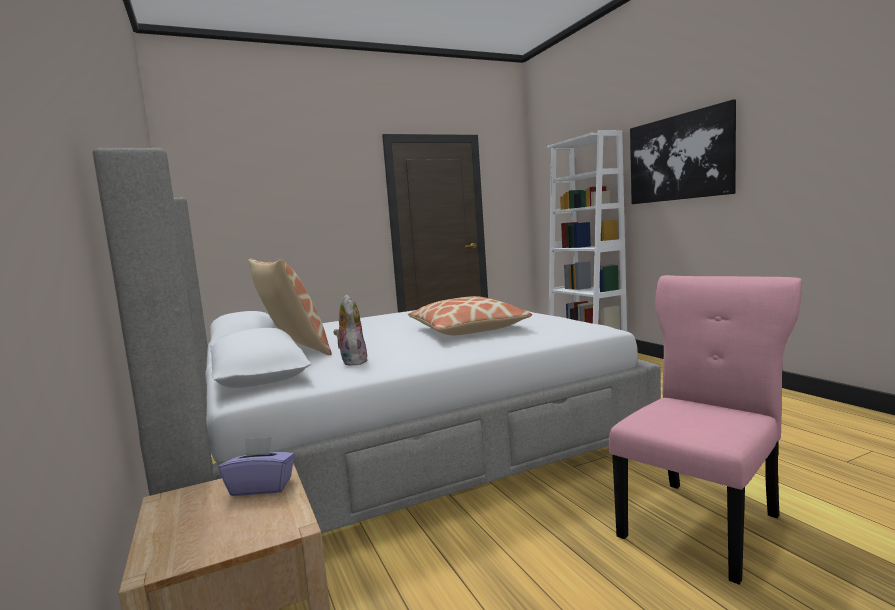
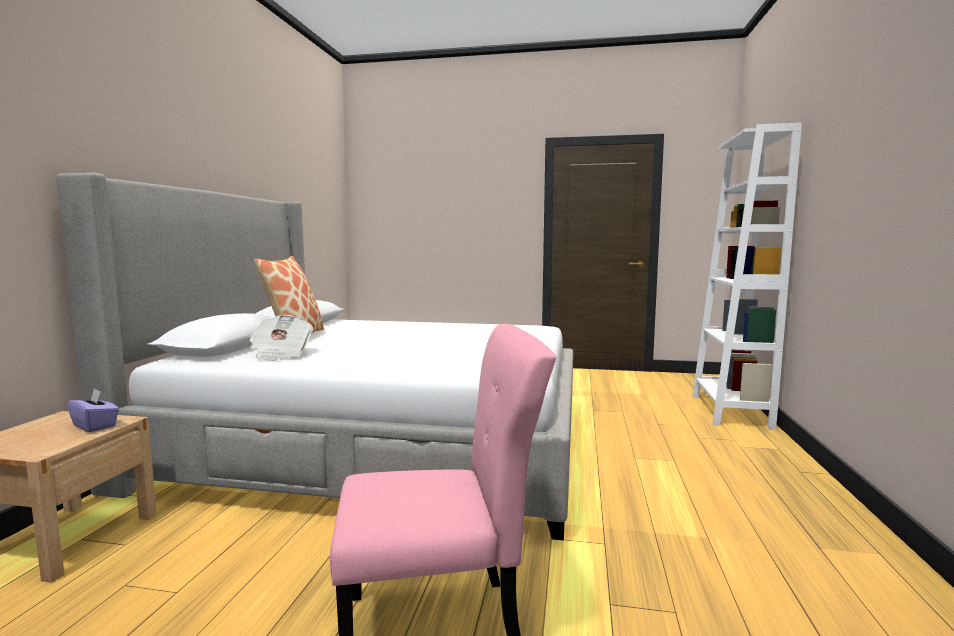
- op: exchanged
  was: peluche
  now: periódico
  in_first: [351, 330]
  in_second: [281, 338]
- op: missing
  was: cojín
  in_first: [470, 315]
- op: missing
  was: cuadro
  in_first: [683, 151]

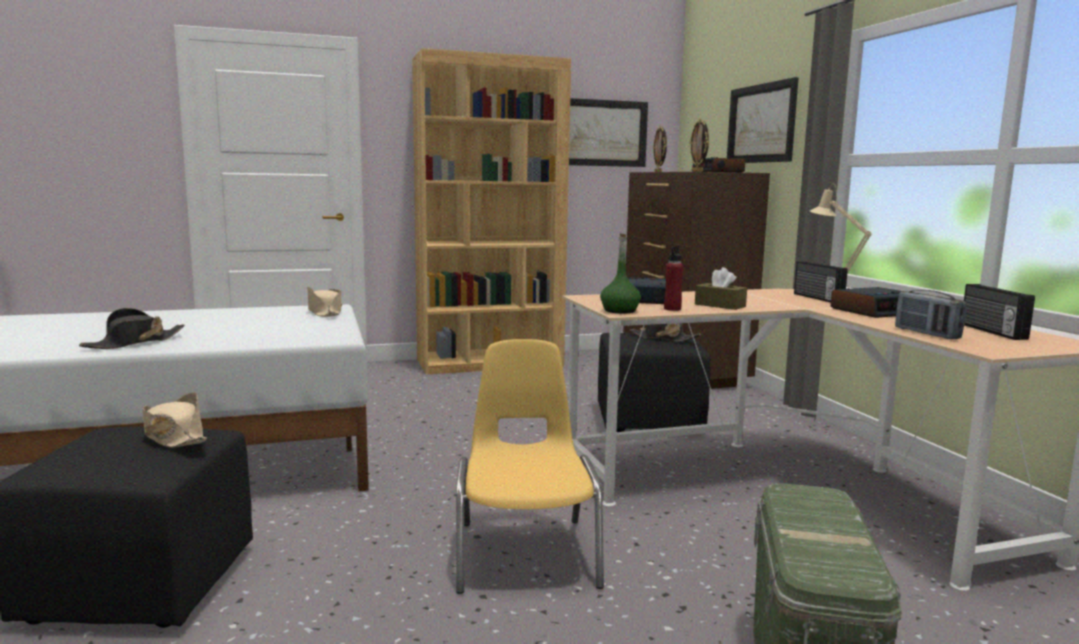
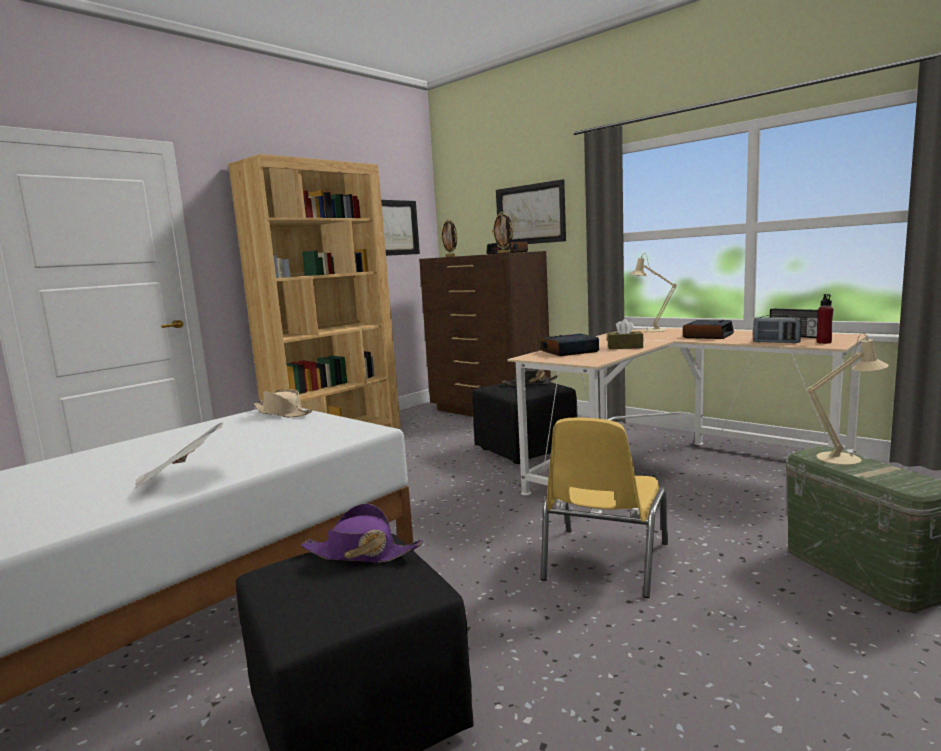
- op: exchanged
  was: sombrero [negro]
  now: periódico
  in_first: [131, 328]
  in_second: [178, 456]
- op: colour
  was: sombrero [beis]
  now: sombrero [morado]
  in_first: [174, 420]
  in_second: [362, 532]
- op: spun
  was: silla [amarillo]
  in_first: [530, 466]
  in_second: [604, 508]
  clockwise: -120
- op: missing
  was: botella [verde]
  in_first: [620, 274]
- op: relocated
  was: botella [rojo]
  in_first: [673, 278]
  in_second: [825, 319]
- op: missing
  was: radio
  in_first: [821, 281]
- op: appeared
  now: lámpara de mesa [beis]
  in_second: [848, 399]

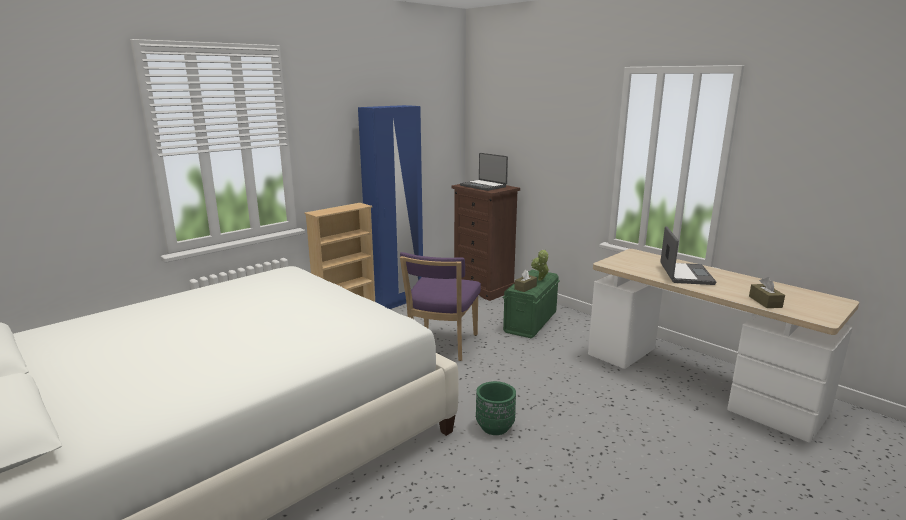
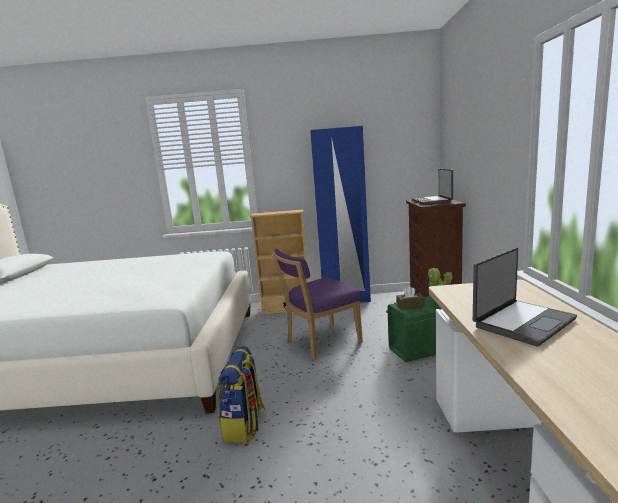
- op: exchanged
  was: maceta [verde]
  now: mochila
  in_first: [496, 408]
  in_second: [242, 394]
- op: missing
  was: caja de pañuelos [marrón]
  in_first: [767, 292]

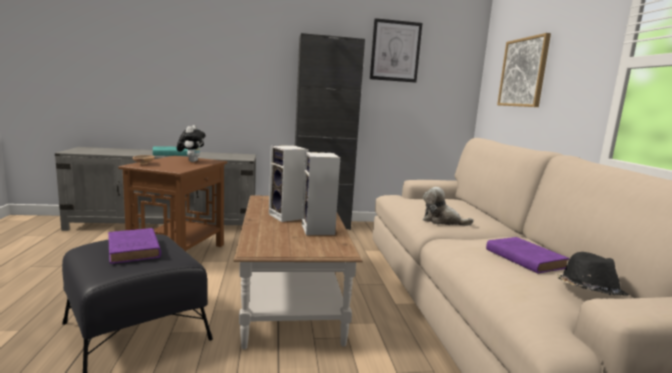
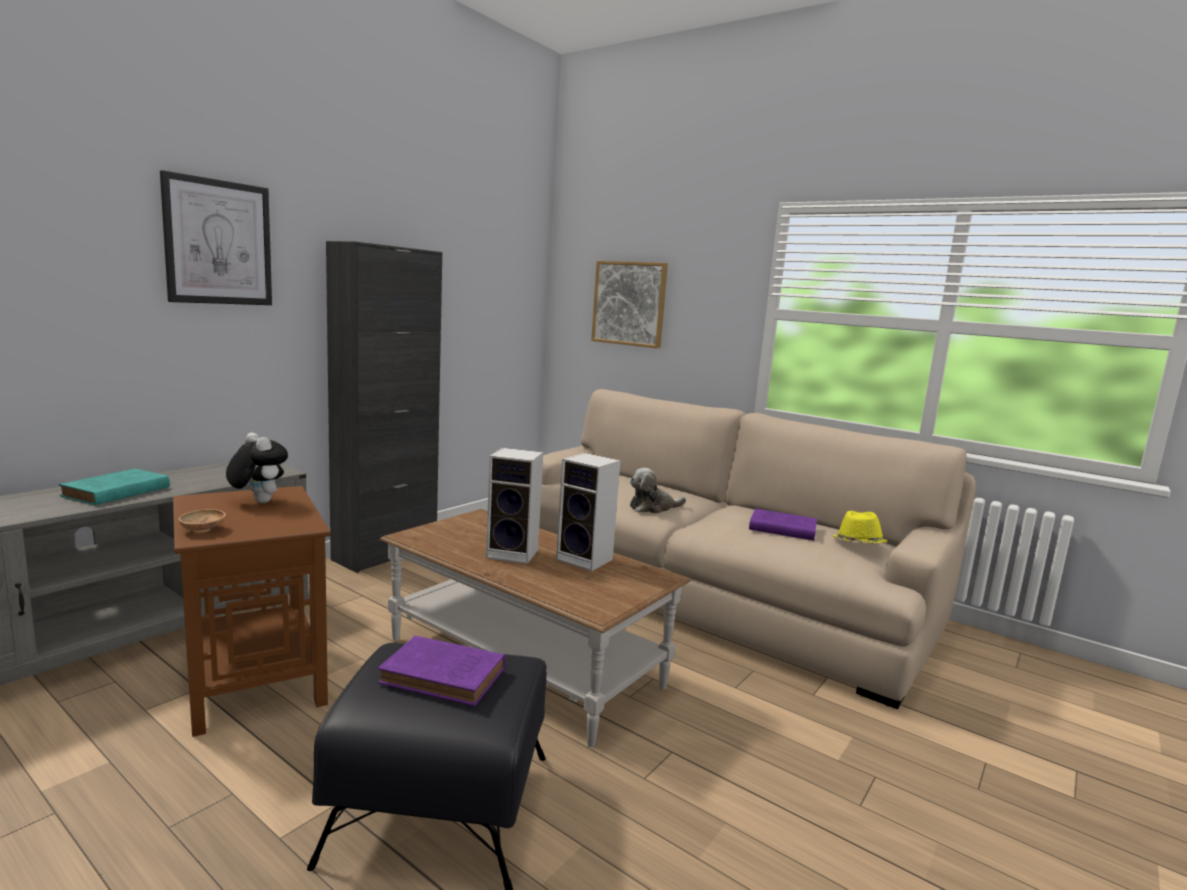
- op: relocated
  was: cuadro
  in_first: [396, 50]
  in_second: [216, 237]
- op: colour
  was: sombrero [negro]
  now: sombrero [amarillo]
  in_first: [592, 274]
  in_second: [859, 527]

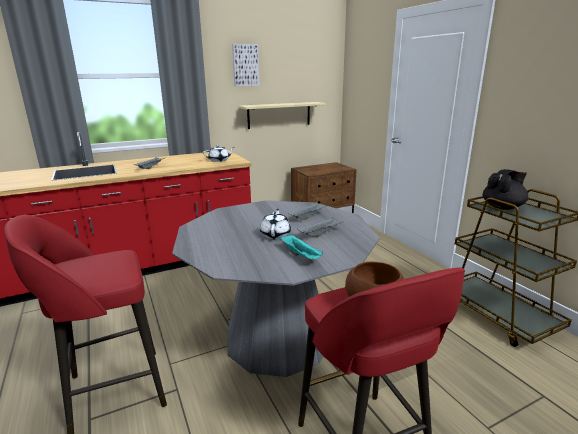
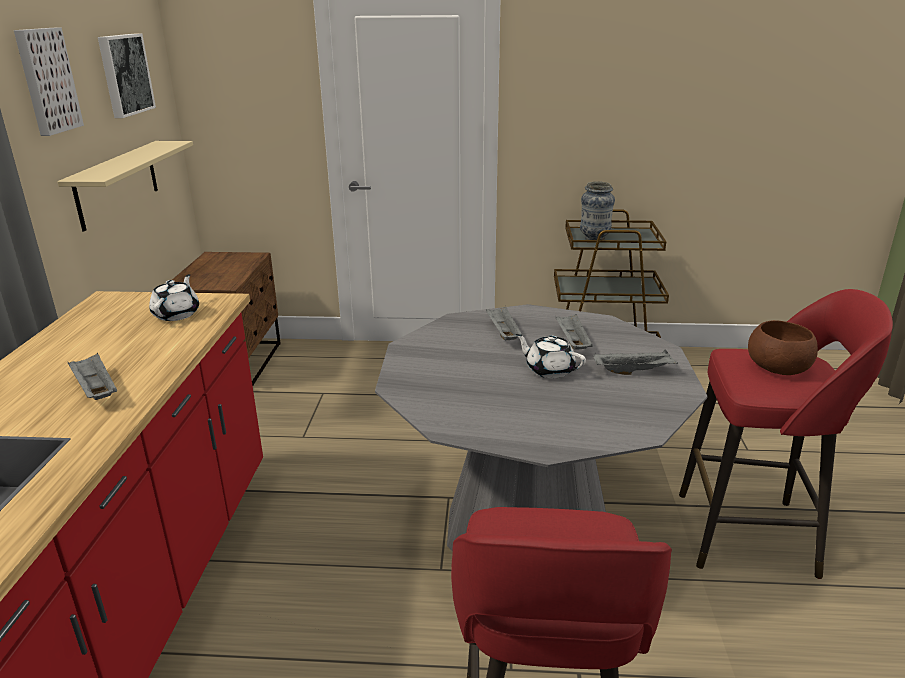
- op: colour
  was: bandeja [turquesa]
  now: bandeja [gris]
  in_first: [301, 247]
  in_second: [635, 362]
- op: exchanged
  was: tetera [negro]
  now: florero
  in_first: [505, 189]
  in_second: [597, 210]
- op: appeared
  now: cuadro
  in_second: [127, 76]

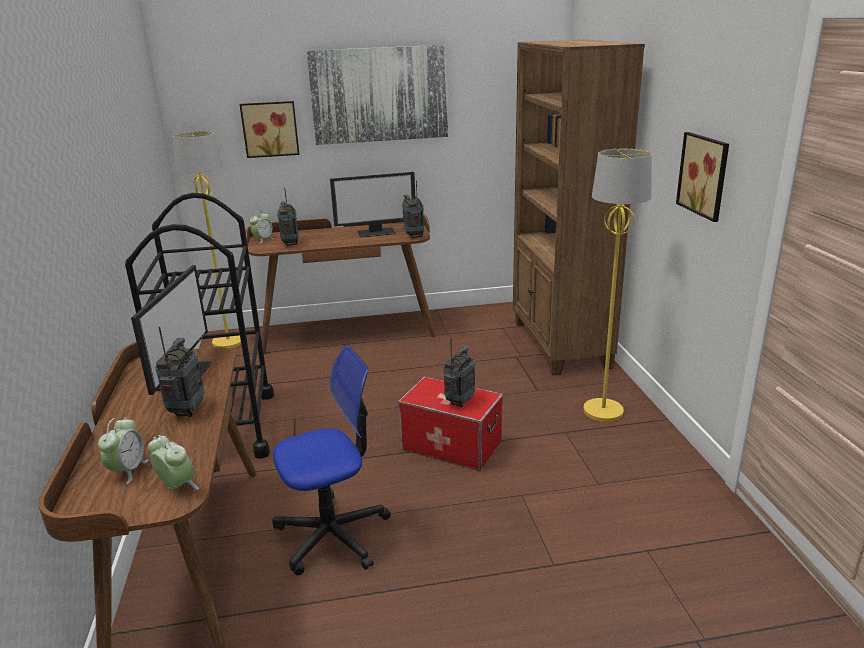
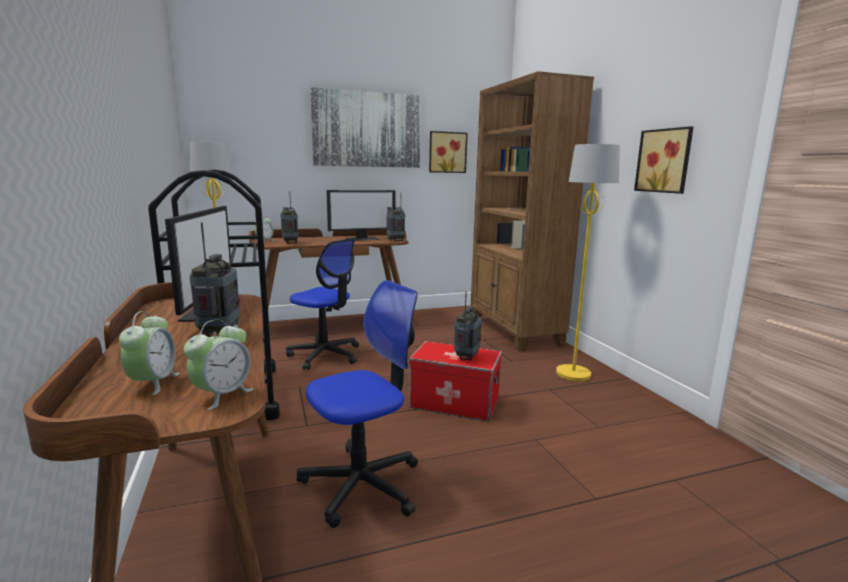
- op: spun
  was: despertador
  in_first: [173, 462]
  in_second: [219, 364]
  clockwise: 90
- op: relocated
  was: cuadro
  in_first: [270, 129]
  in_second: [448, 152]
- op: appeared
  now: silla de oficina
  in_second: [322, 304]

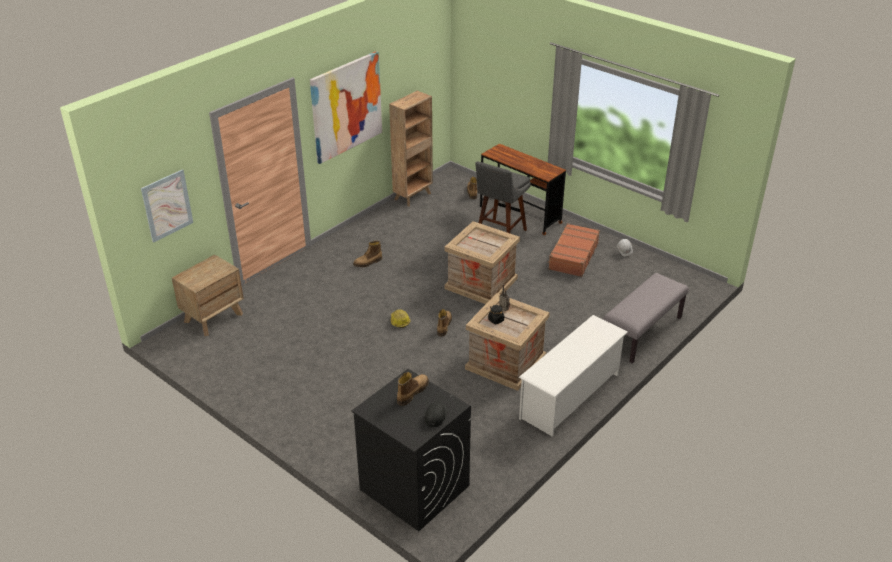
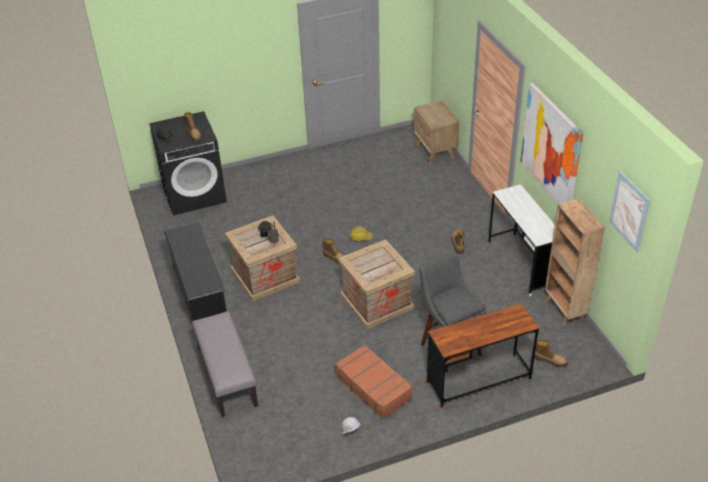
- op: relocated
  was: cuadro
  in_first: [167, 206]
  in_second: [630, 211]
- op: colour
  was: zapatero [blanco]
  now: zapatero [negro]
  in_first: [573, 376]
  in_second: [195, 272]
- op: appeared
  now: escritorio [blanco]
  in_second: [521, 240]

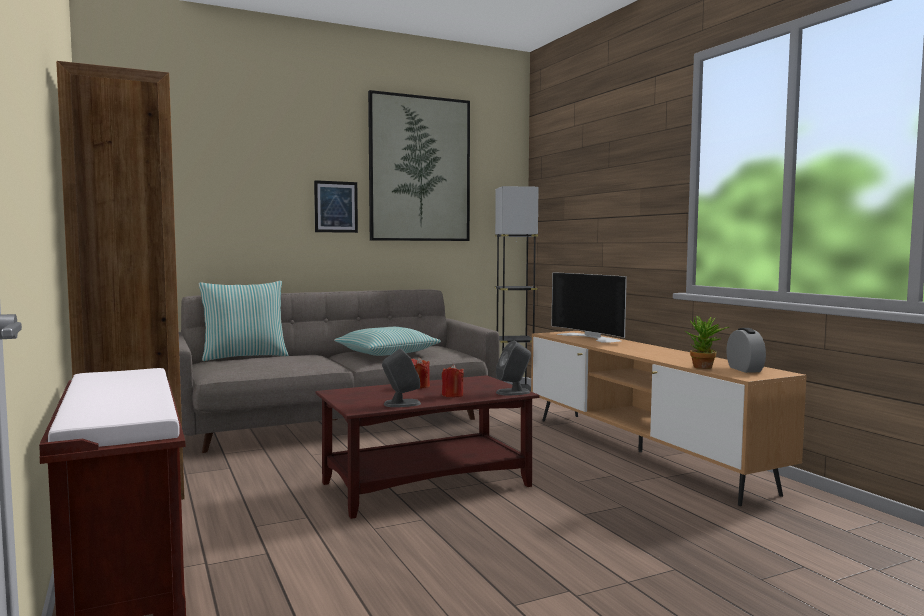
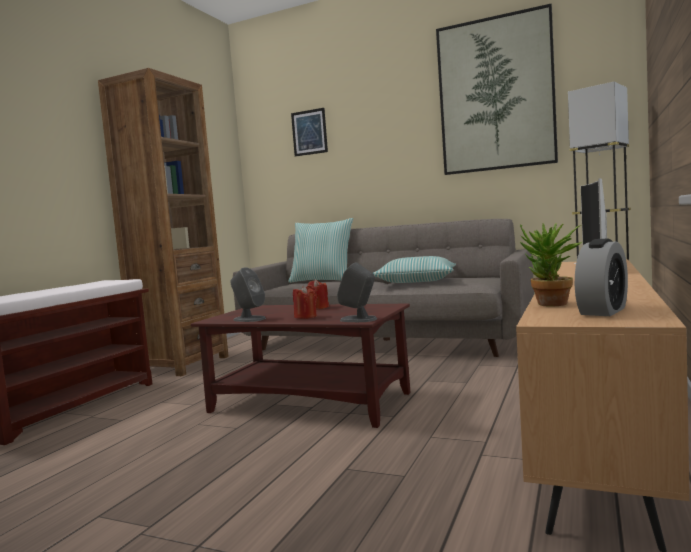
- op: relocated
  was: cuadro
  in_first: [336, 206]
  in_second: [309, 132]

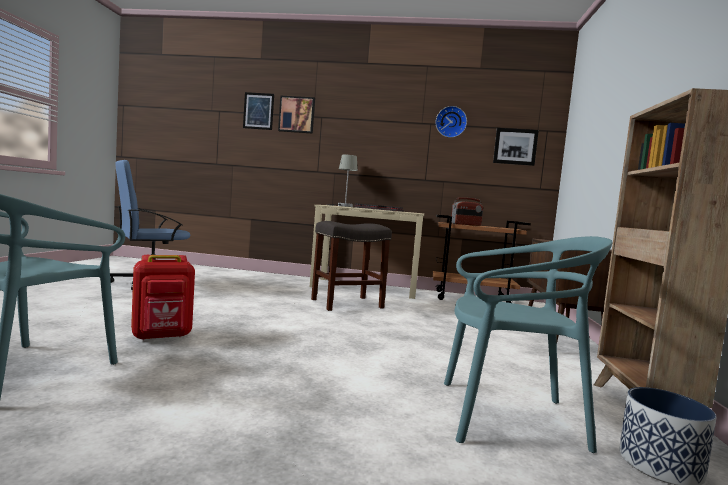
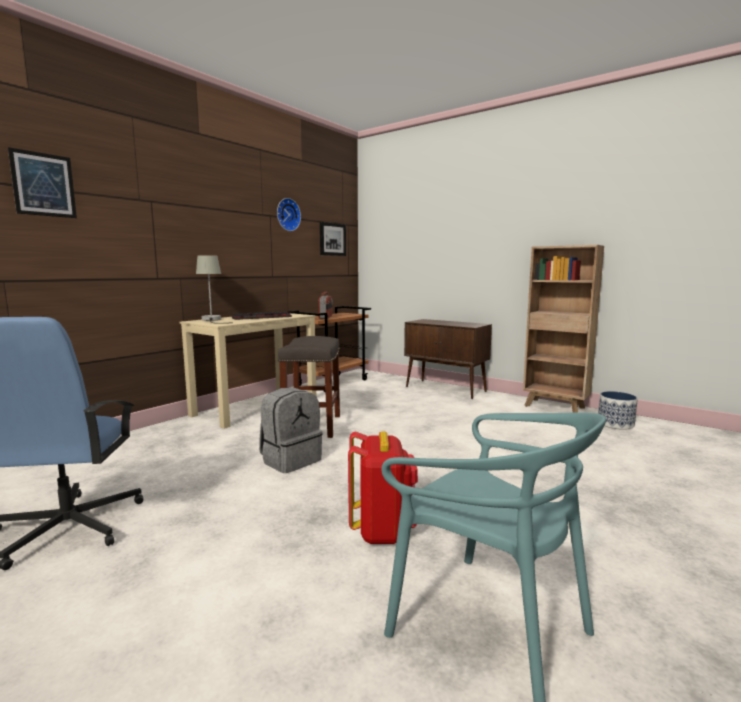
- op: missing
  was: cuadro
  in_first: [296, 115]
- op: missing
  was: silla [turquesa]
  in_first: [528, 344]
- op: appeared
  now: mochila [gris]
  in_second: [290, 430]

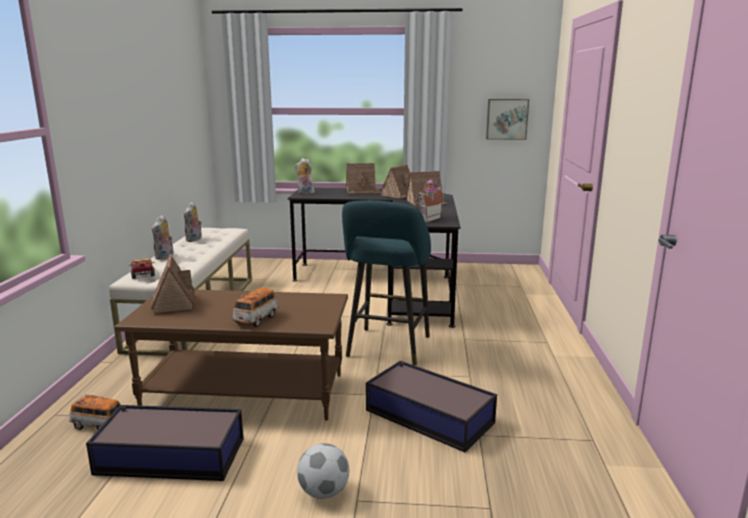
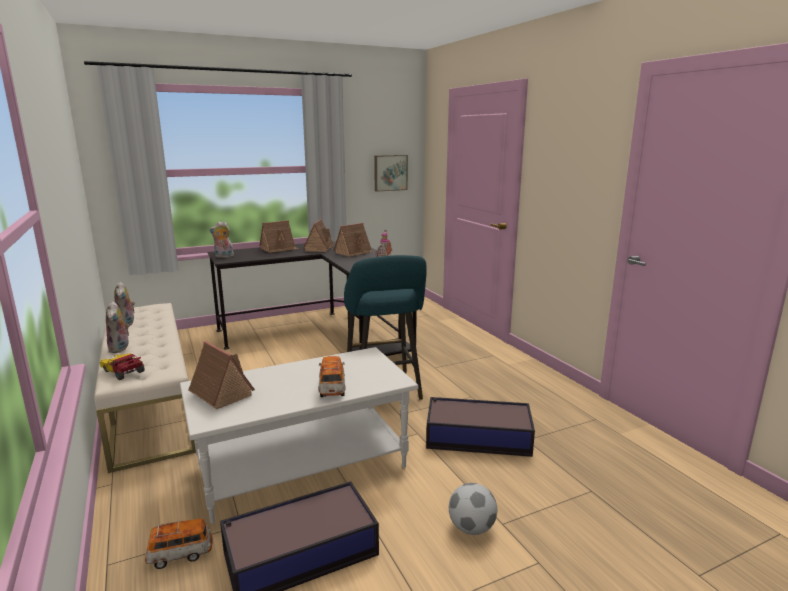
- op: colour
  was: mesa de centro [marrón]
  now: mesa de centro [blanco]
  in_first: [231, 355]
  in_second: [299, 435]

